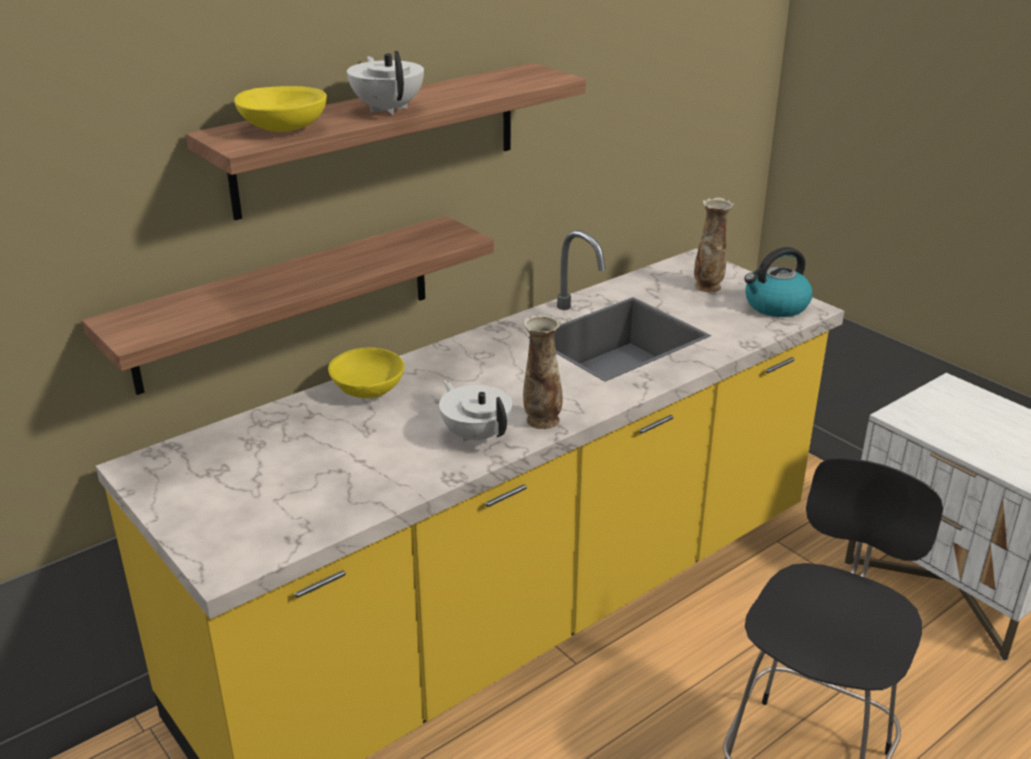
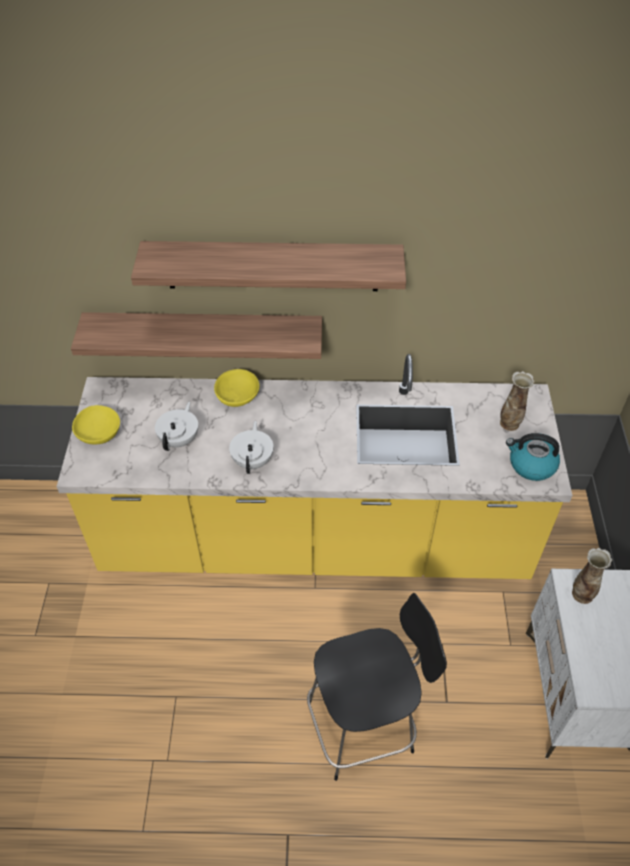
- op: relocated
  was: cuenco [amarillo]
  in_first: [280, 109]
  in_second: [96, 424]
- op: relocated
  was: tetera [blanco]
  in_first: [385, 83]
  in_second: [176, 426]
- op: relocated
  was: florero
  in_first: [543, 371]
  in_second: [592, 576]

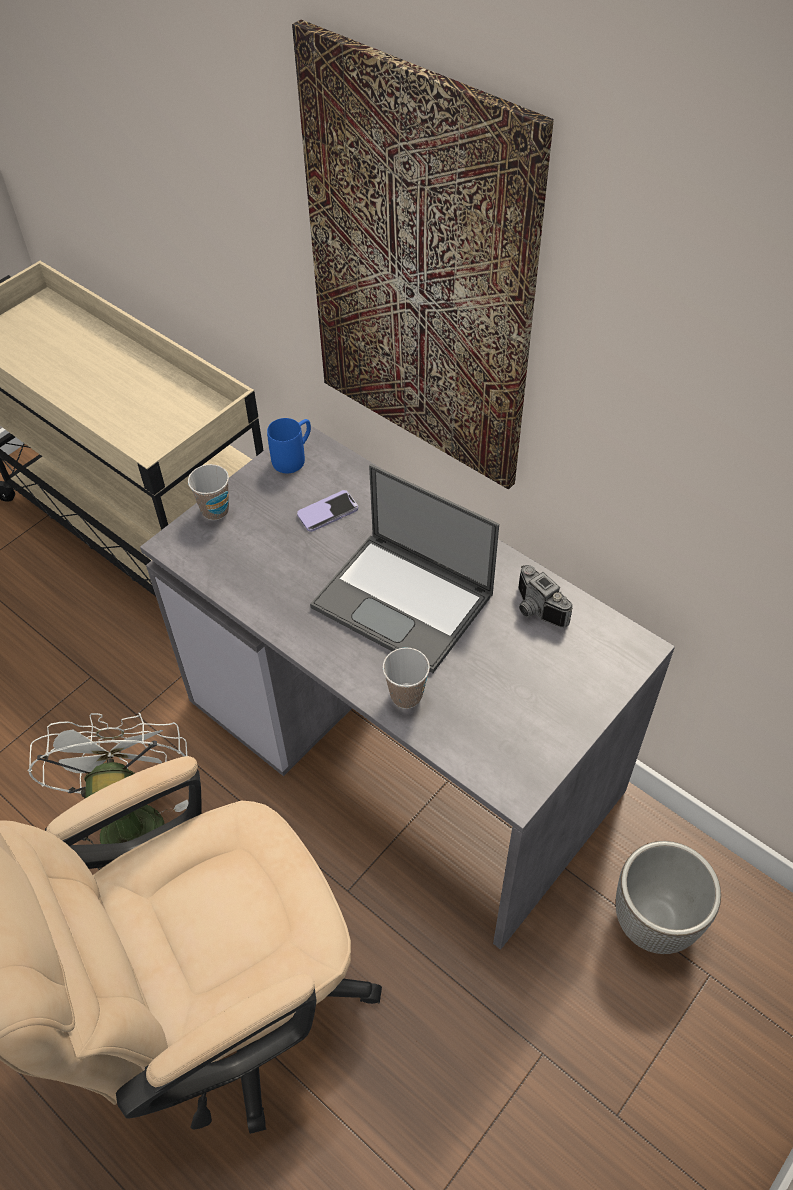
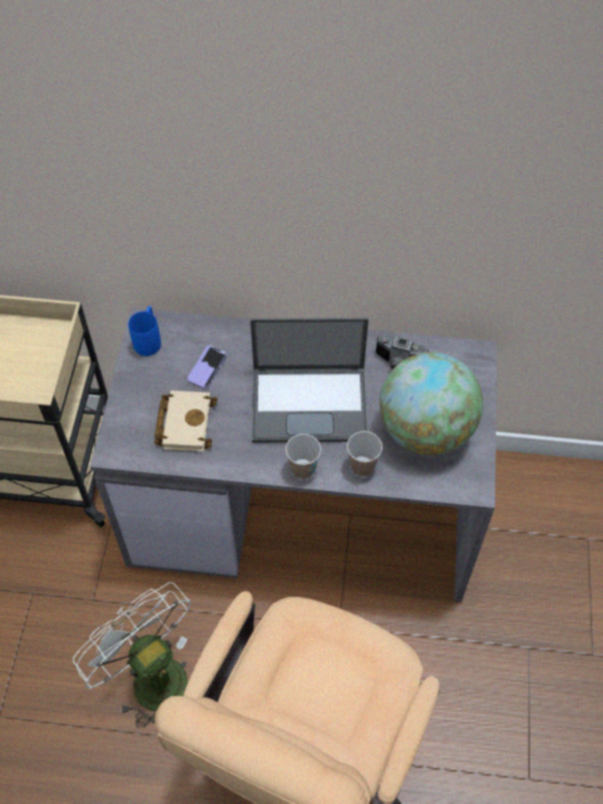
- op: relocated
  was: taza
  in_first: [208, 492]
  in_second: [303, 456]
- op: missing
  was: cuadro
  in_first: [423, 255]
- op: missing
  was: maceta
  in_first: [668, 897]
- op: appeared
  now: libro [beis]
  in_second: [185, 421]
- op: appeared
  now: globo terráqueo
  in_second: [431, 403]

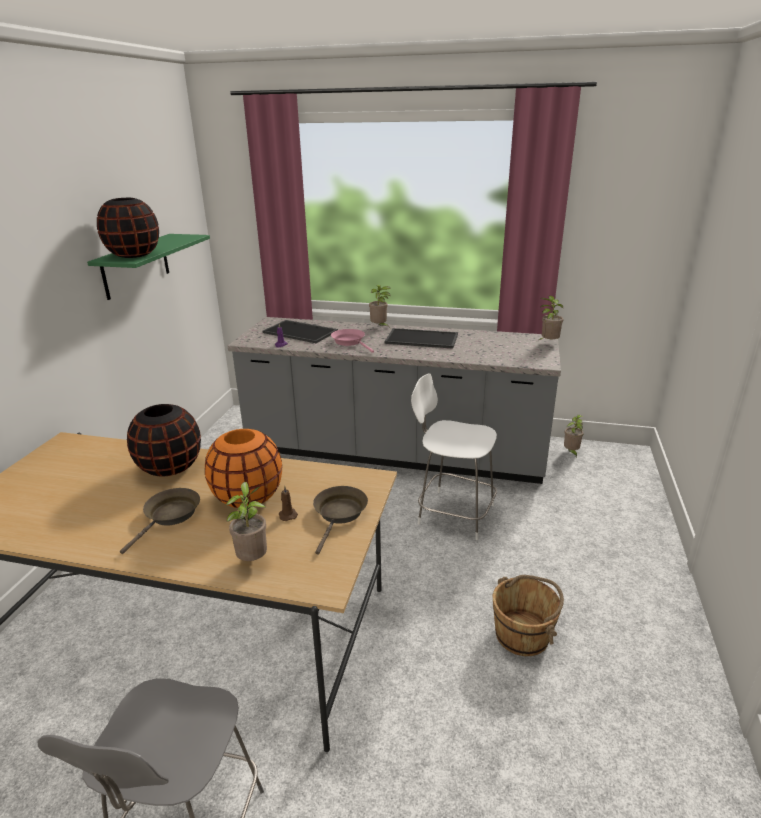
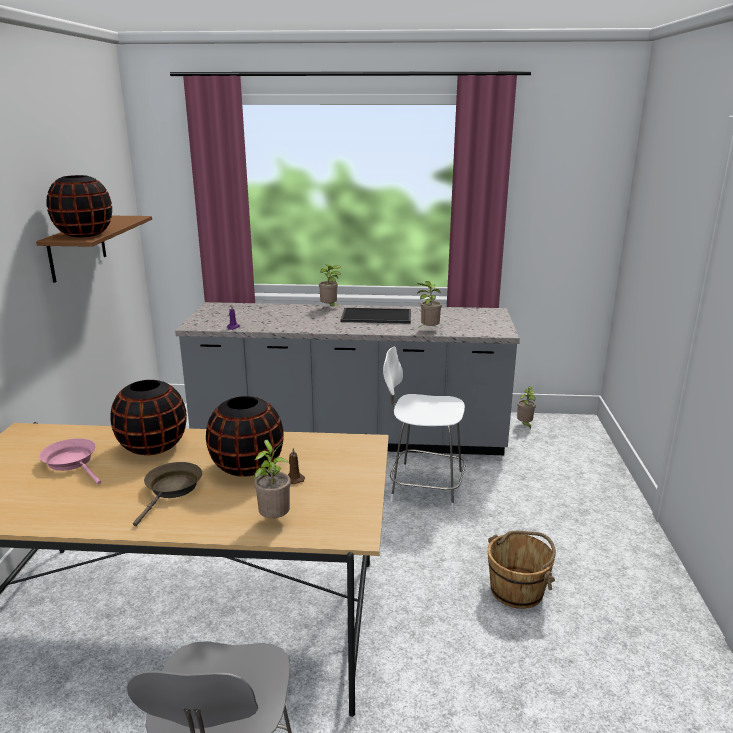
- op: colour
  was: estante [verde]
  now: estante [marrón]
  in_first: [148, 267]
  in_second: [94, 249]
- op: colour
  was: florero [naranja]
  now: florero [negro]
  in_first: [243, 468]
  in_second: [245, 436]
- op: missing
  was: bandeja
  in_first: [300, 331]
- op: missing
  was: sartén [marrón]
  in_first: [340, 520]
- op: relocated
  was: sartén [rosa]
  in_first: [352, 341]
  in_second: [70, 461]
- op: relocated
  was: planta en maceta
  in_first: [551, 318]
  in_second: [429, 304]

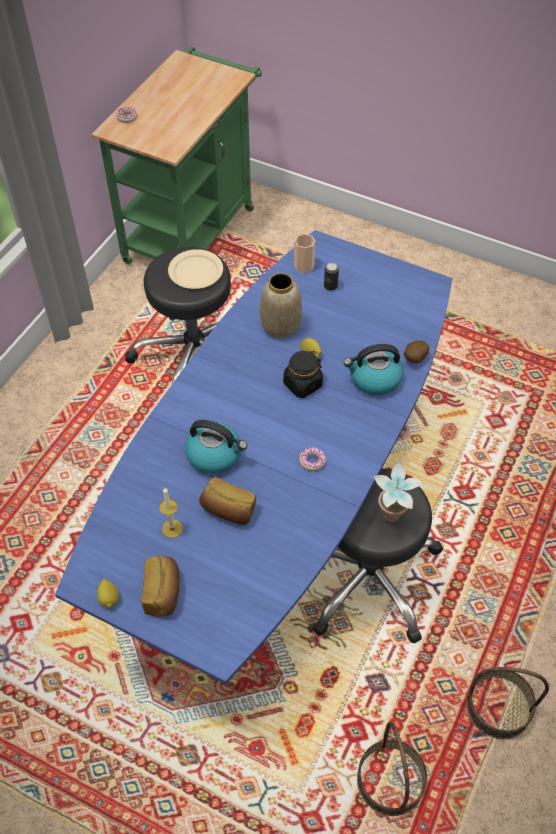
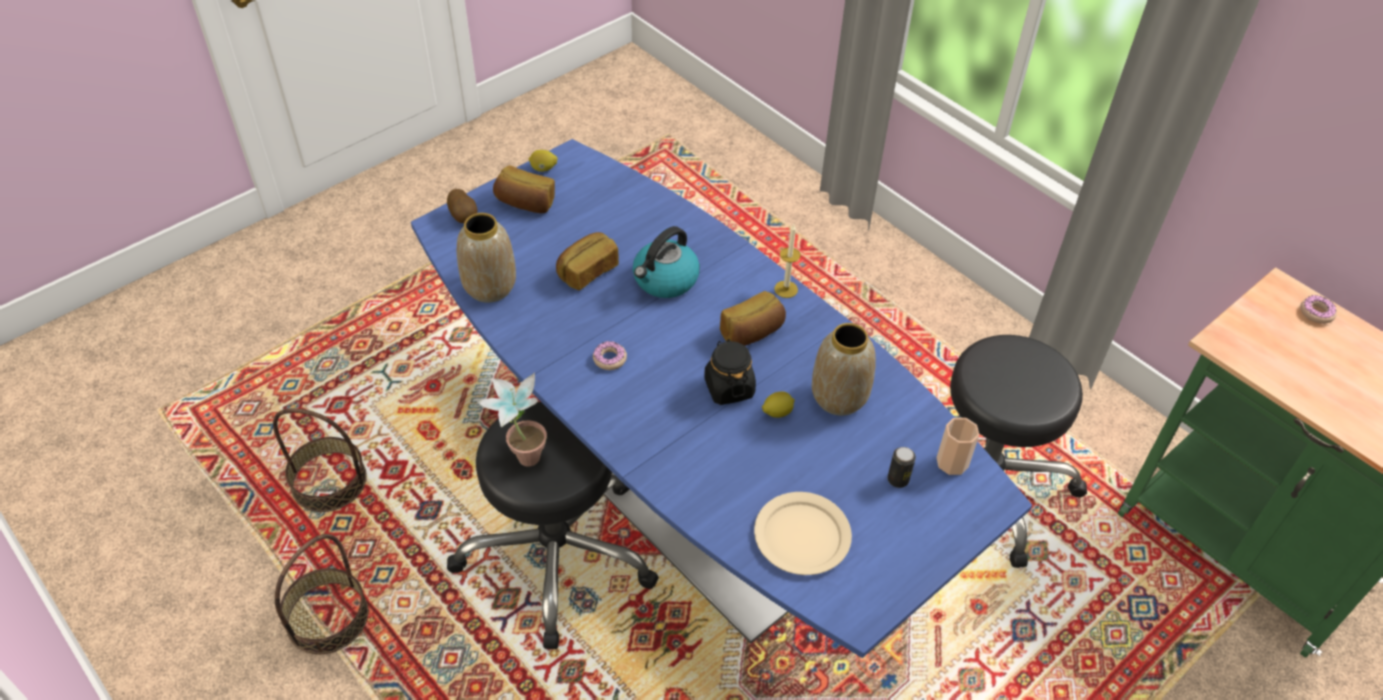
- op: relocated
  was: vela
  in_first: [171, 513]
  in_second: [787, 261]
- op: relocated
  was: plato [beis]
  in_first: [195, 269]
  in_second: [803, 533]
- op: missing
  was: hervidor
  in_first: [373, 369]
- op: relocated
  was: patata
  in_first: [416, 352]
  in_second: [462, 206]
- op: appeared
  now: florero
  in_second: [486, 258]
- op: appeared
  now: pan
  in_second: [753, 318]

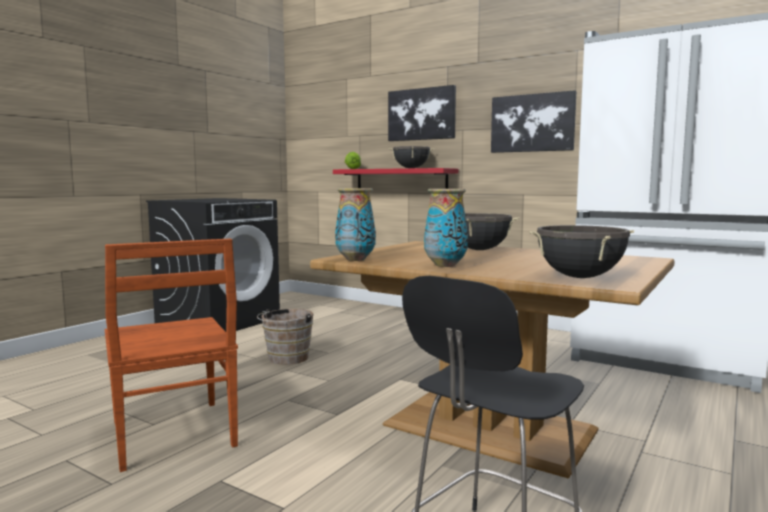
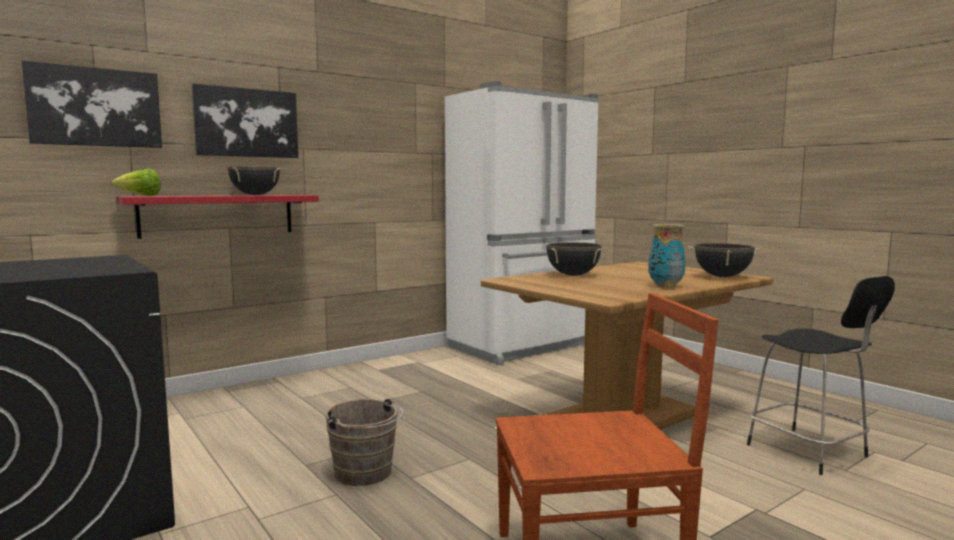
- op: missing
  was: florero
  in_first: [355, 224]
- op: relocated
  was: cuadro
  in_first: [533, 121]
  in_second: [92, 104]

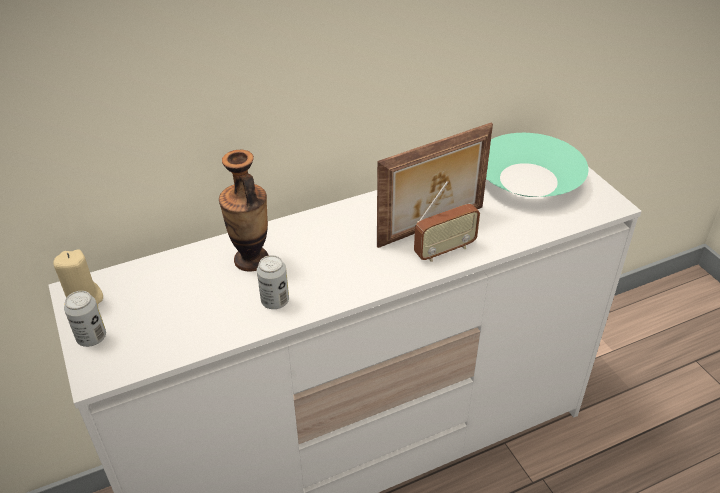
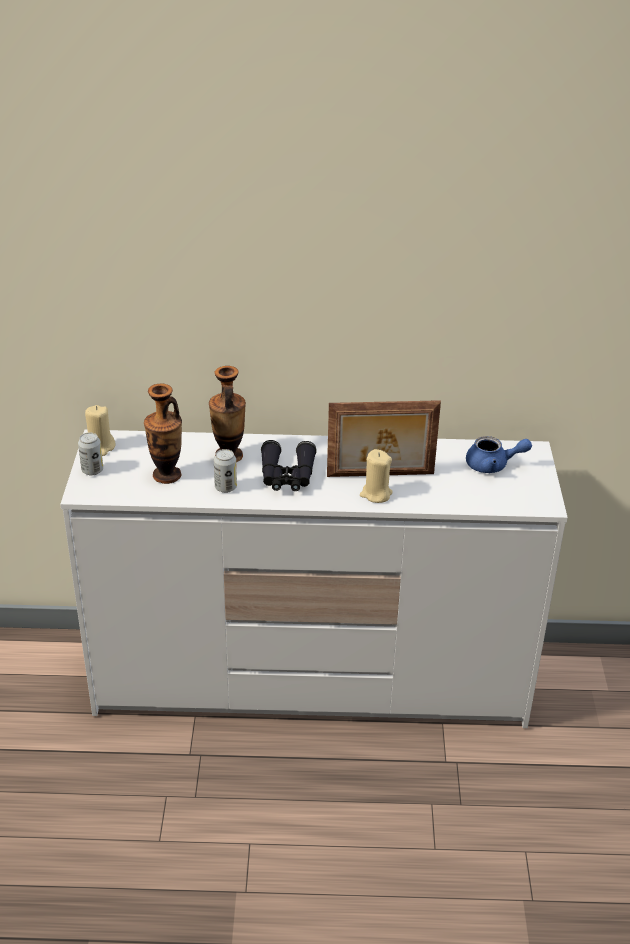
- op: exchanged
  was: radio
  now: vela [beis]
  in_first: [447, 221]
  in_second: [376, 476]
- op: exchanged
  was: cuenco [turquesa]
  now: tetera [azul]
  in_first: [537, 165]
  in_second: [499, 454]
- op: appeared
  now: florero
  in_second: [163, 433]
- op: appeared
  now: prismáticos [negro]
  in_second: [289, 465]

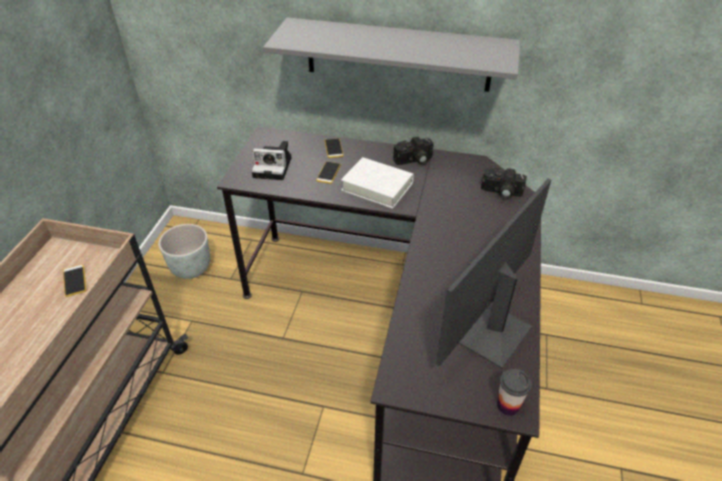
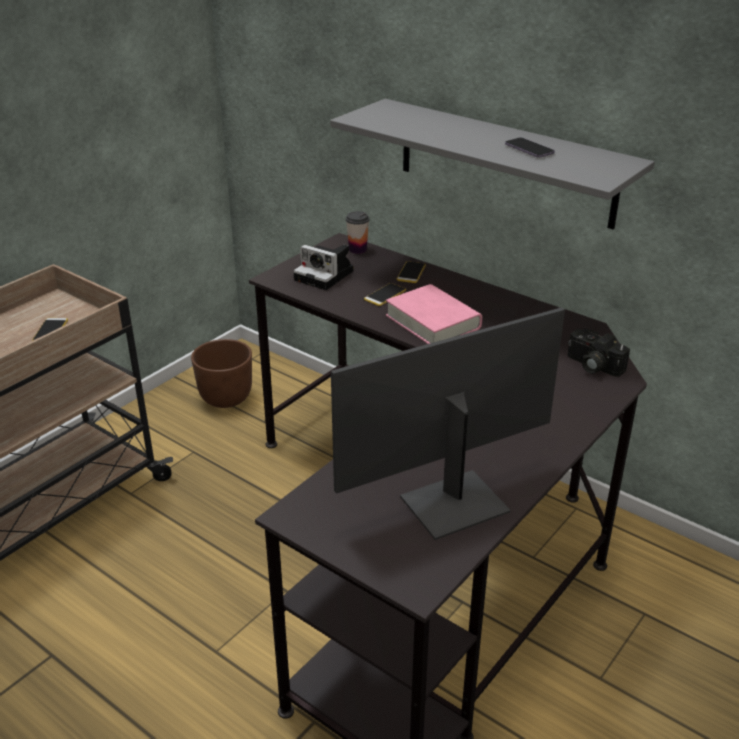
- op: colour
  was: maceta [gris]
  now: maceta [marrón]
  in_first: [184, 251]
  in_second: [221, 373]
- op: colour
  was: libro [blanco]
  now: libro [rosa]
  in_first: [377, 183]
  in_second: [434, 314]
- op: missing
  was: cámara
  in_first: [413, 151]
- op: relocated
  was: taza
  in_first: [514, 392]
  in_second: [358, 232]
- op: appeared
  now: móvil
  in_second: [530, 148]

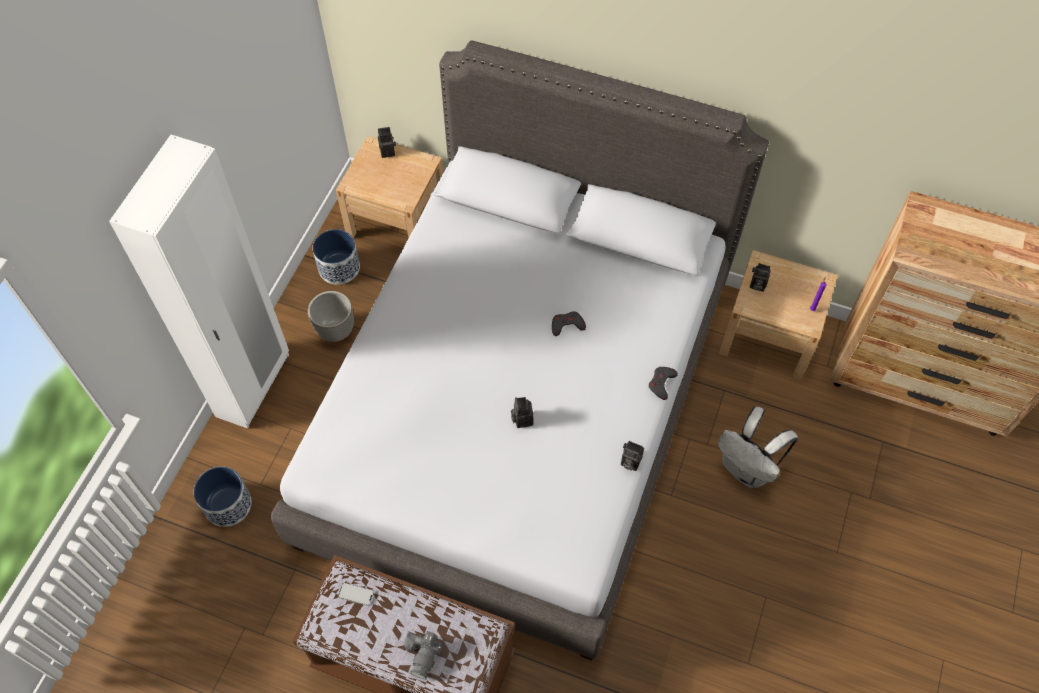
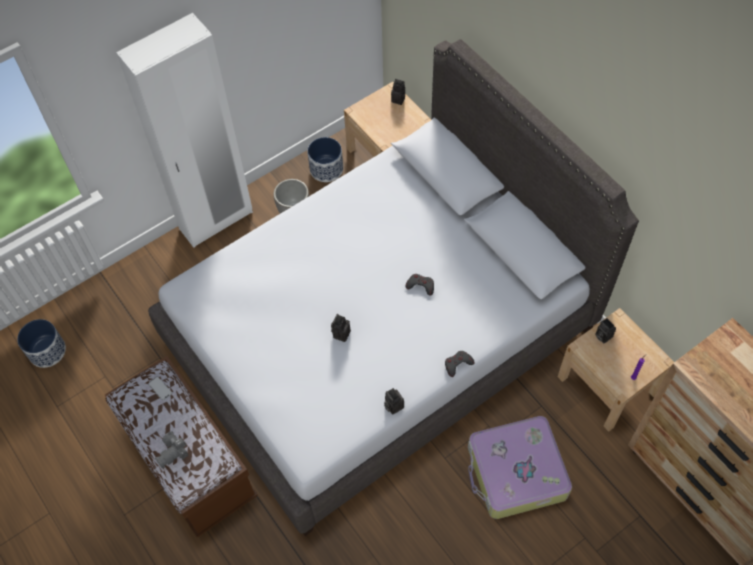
- op: relocated
  was: maceta
  in_first: [223, 496]
  in_second: [41, 343]
- op: exchanged
  was: mochila [blanco]
  now: maleta
  in_first: [758, 447]
  in_second: [520, 467]

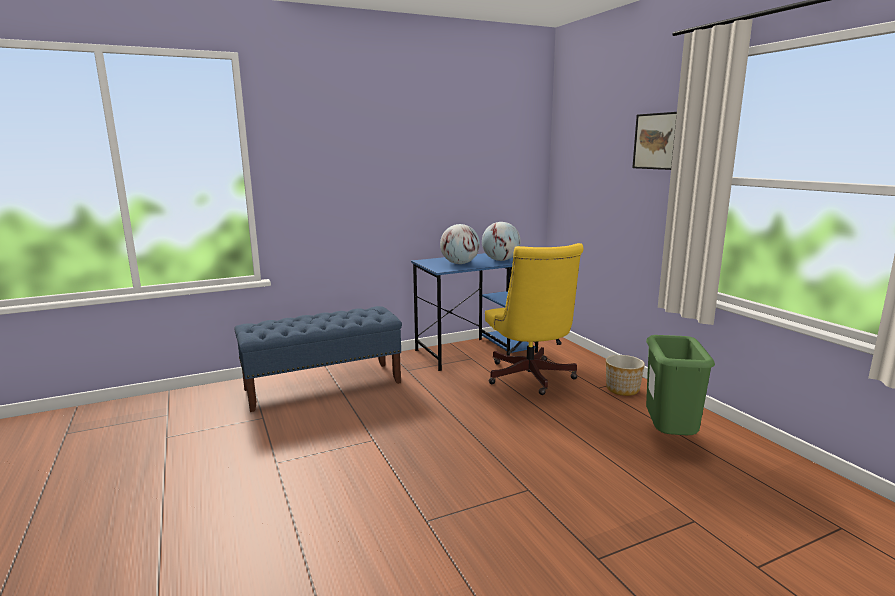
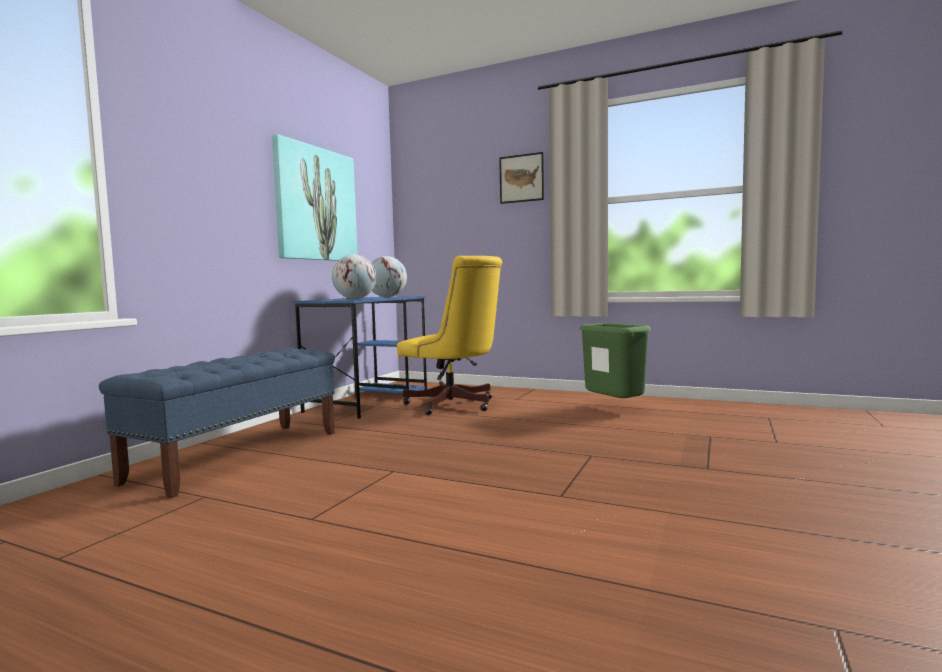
- op: missing
  was: maceta
  in_first: [625, 375]
- op: appeared
  now: cuadro
  in_second: [315, 197]

